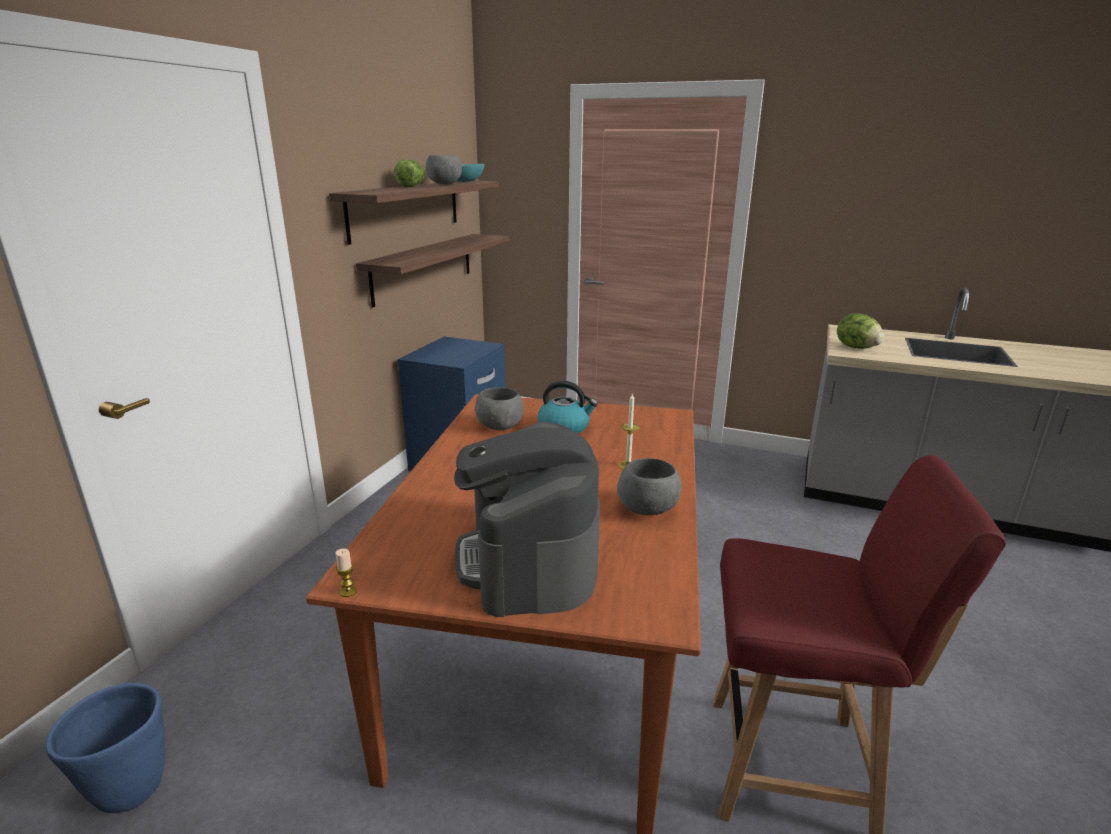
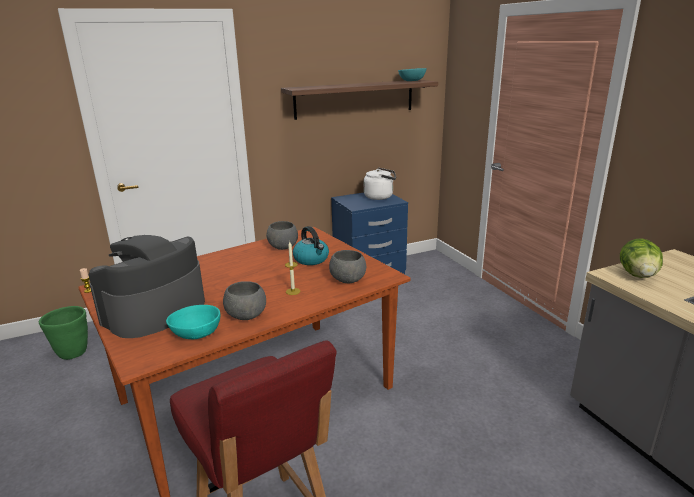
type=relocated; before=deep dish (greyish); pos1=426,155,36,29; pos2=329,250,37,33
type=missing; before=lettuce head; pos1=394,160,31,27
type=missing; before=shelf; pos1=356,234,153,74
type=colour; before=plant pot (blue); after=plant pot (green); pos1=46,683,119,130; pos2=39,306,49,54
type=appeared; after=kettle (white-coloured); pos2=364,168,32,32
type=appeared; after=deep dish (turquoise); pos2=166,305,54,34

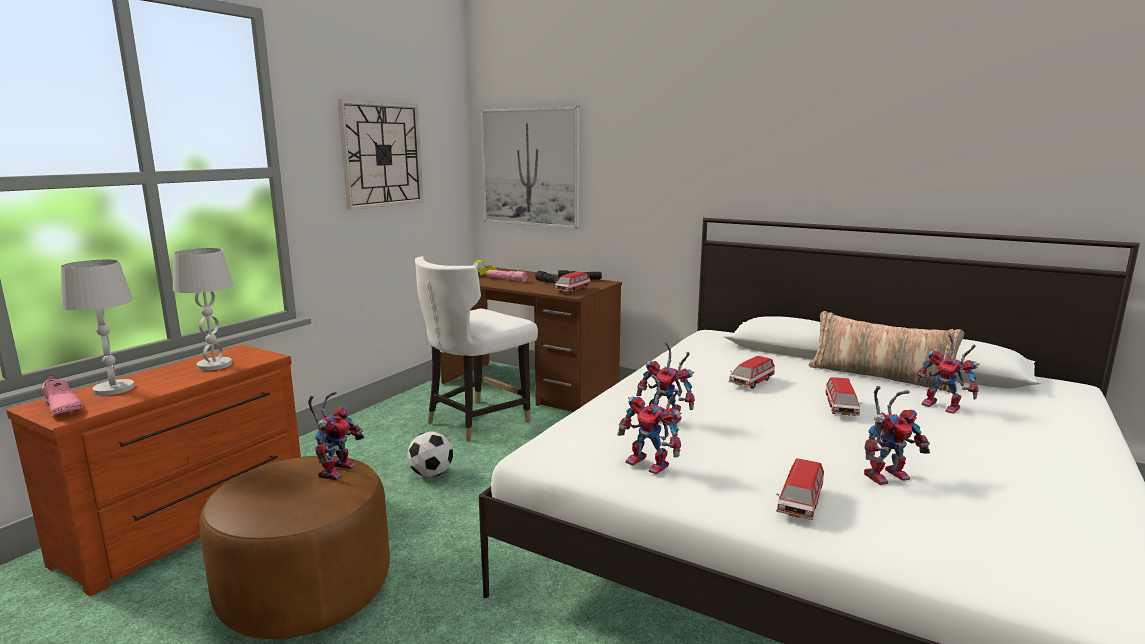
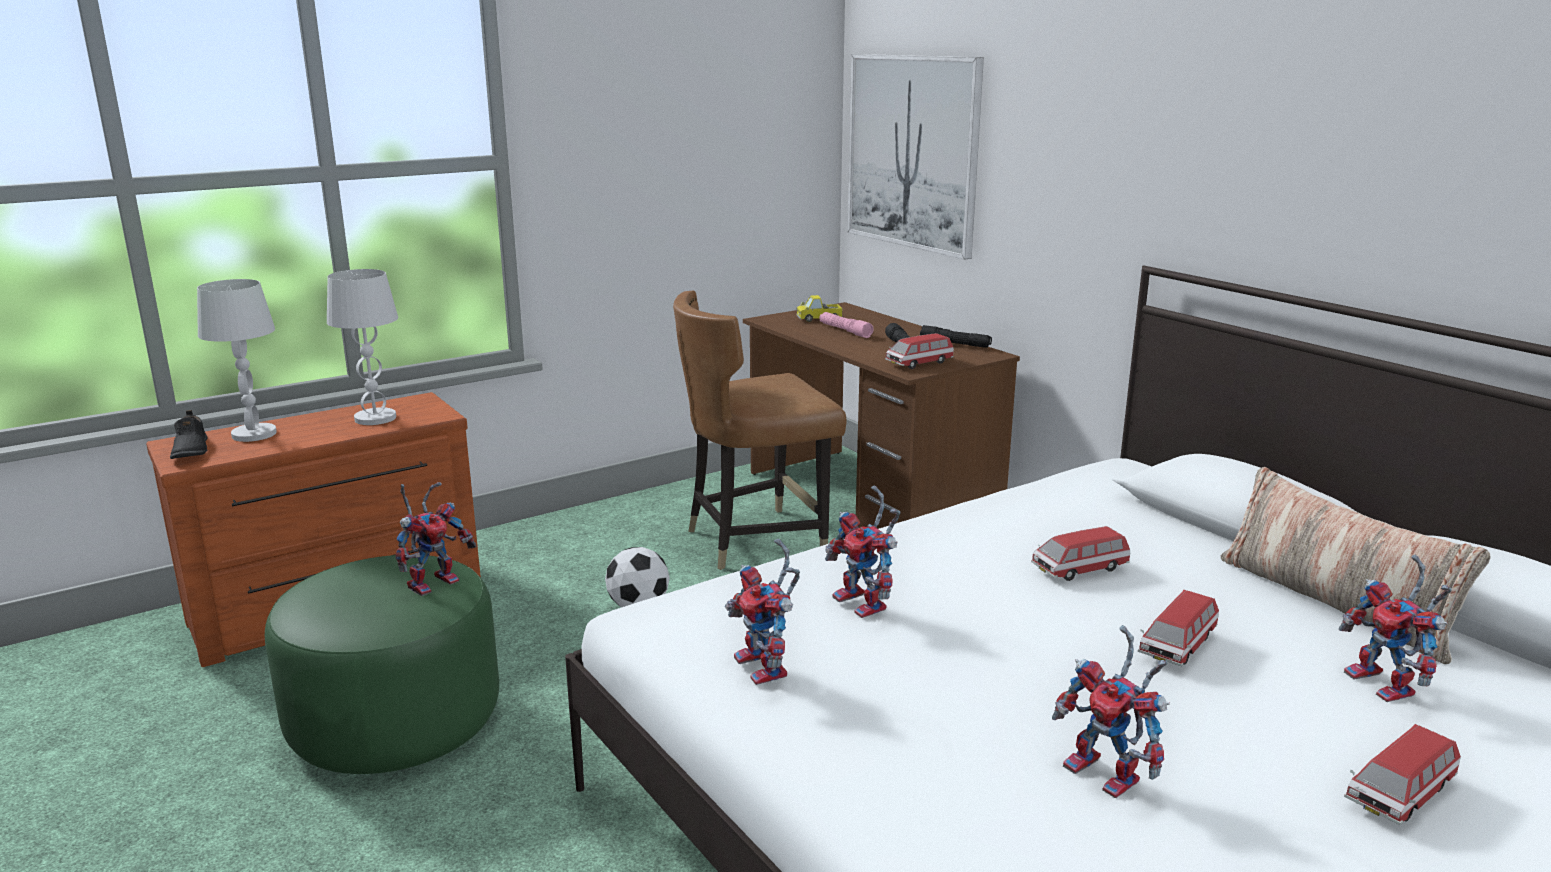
type=missing; before=clock on the wall; pos1=338,99,86,111
type=colour; before=upright chair (white-coloured); after=upright chair (brown); pos1=415,256,123,186; pos2=673,290,173,280
type=colour; before=item of footwear (pink-coloured); after=item of footwear (blackish); pos1=42,375,41,40; pos2=170,410,38,49
type=spun; before=model robot; pos1=864,386,66,99; pos2=1052,625,118,173; turn=45
type=colour; before=pouffe (brown); after=pouffe (green); pos1=199,456,191,183; pos2=265,555,234,219
type=relocated; before=miniature car; pos1=776,458,48,62; pos2=1344,724,117,101

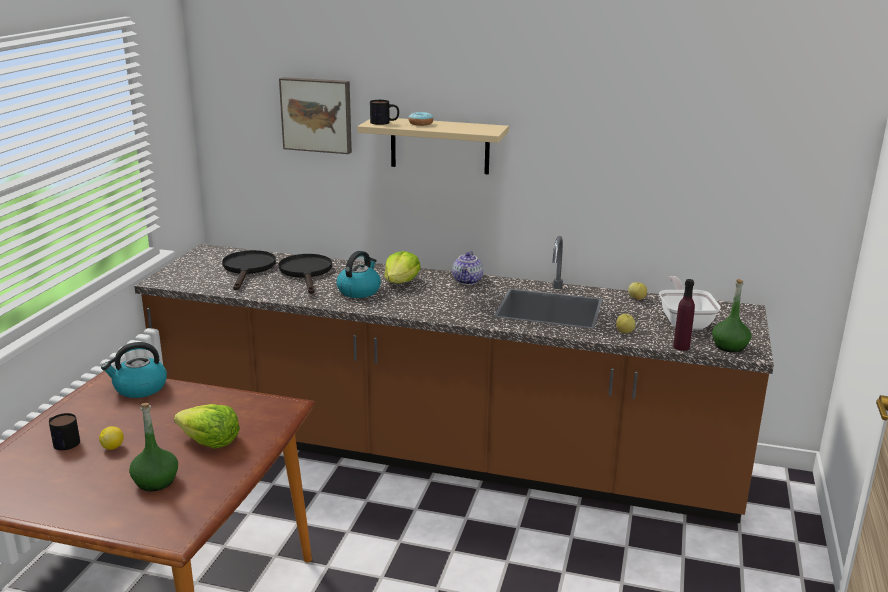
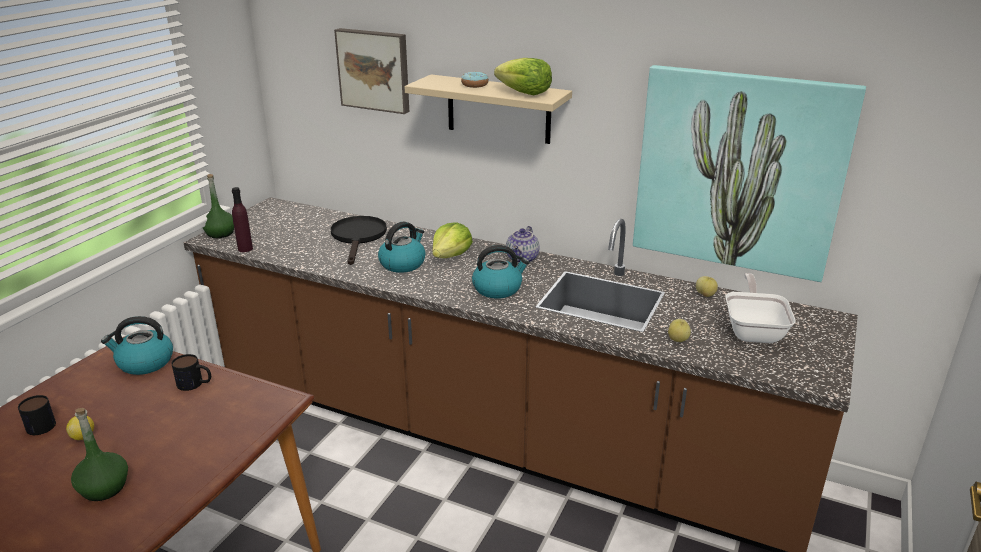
type=relocated; before=tea mug; pos1=370,100,29,25; pos2=171,354,40,37
type=missing; before=frying pan (blackish); pos1=222,250,54,40
type=relocated; before=drink bottle (purplish); pos1=673,279,22,72; pos2=232,187,21,65
type=relocated; before=drink bottle (green); pos1=712,279,39,73; pos2=203,174,31,64
type=relocated; before=lettuce head; pos1=174,404,66,45; pos2=494,58,58,37
type=appeared; after=wall picture; pos2=633,65,233,217
type=appeared; after=kettle; pos2=472,245,57,54

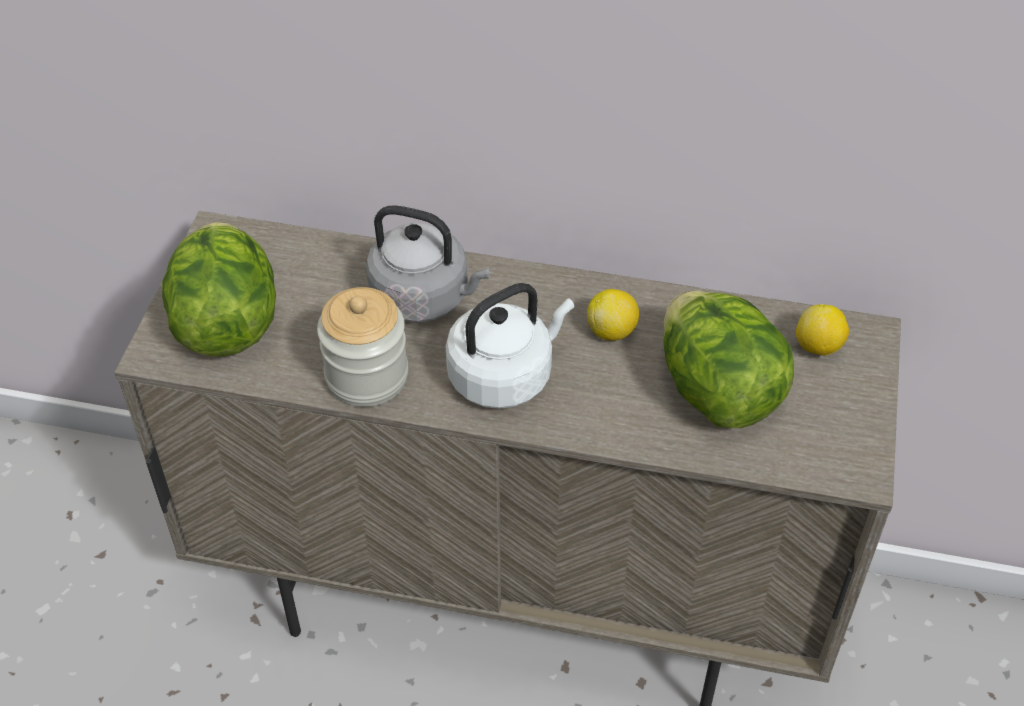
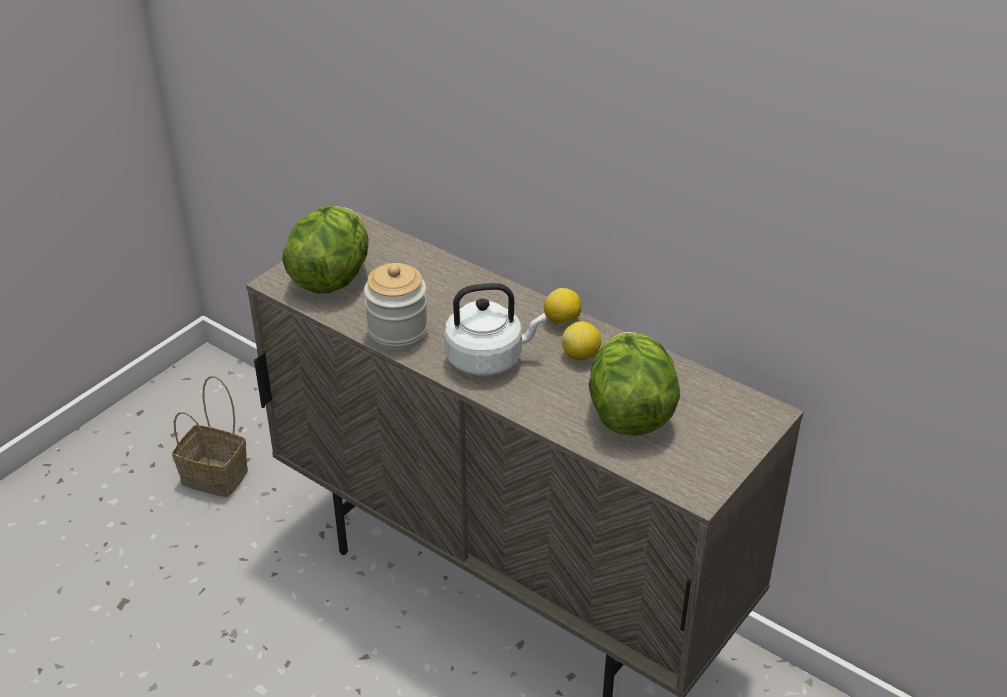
type=missing; before=kettle (greyish); pos1=366,206,124,117
type=relocated; before=lemon; pos1=796,304,53,52; pos2=544,288,37,37
type=appeared; after=storage basket; pos2=172,376,76,121

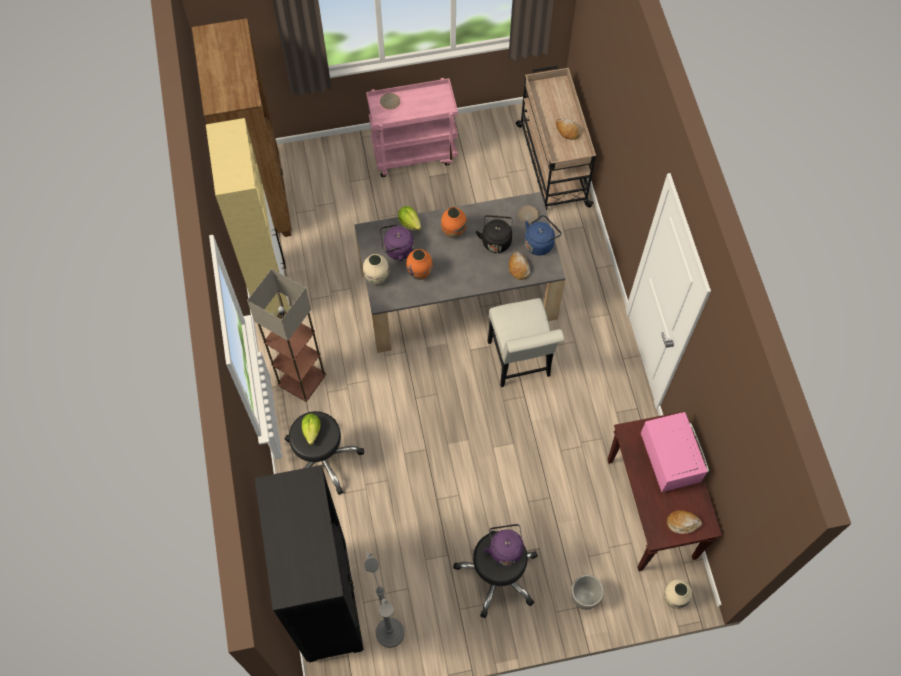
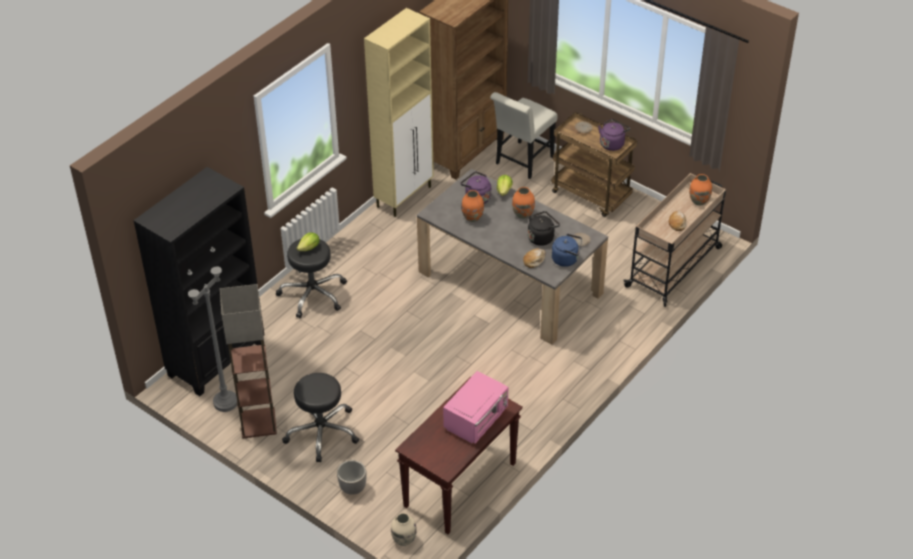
type=colour; before=cart (pink-coloured); after=cart (brown); pos1=366,78,92,99; pos2=551,112,86,105
type=missing; before=flower vase (beige); pos1=363,254,26,31
type=relocated; before=floor lamp; pos1=247,269,79,133; pos2=220,284,57,154
type=relocated; before=upright chair (white-coloured); pos1=488,298,76,89; pos2=490,92,68,87
type=missing; before=baked bread; pos1=667,510,35,24
type=relocated; before=kettle (purplish); pos1=483,524,41,42; pos2=598,119,32,32
type=appeared; after=flower vase (orange-coloured); pos2=689,174,23,32

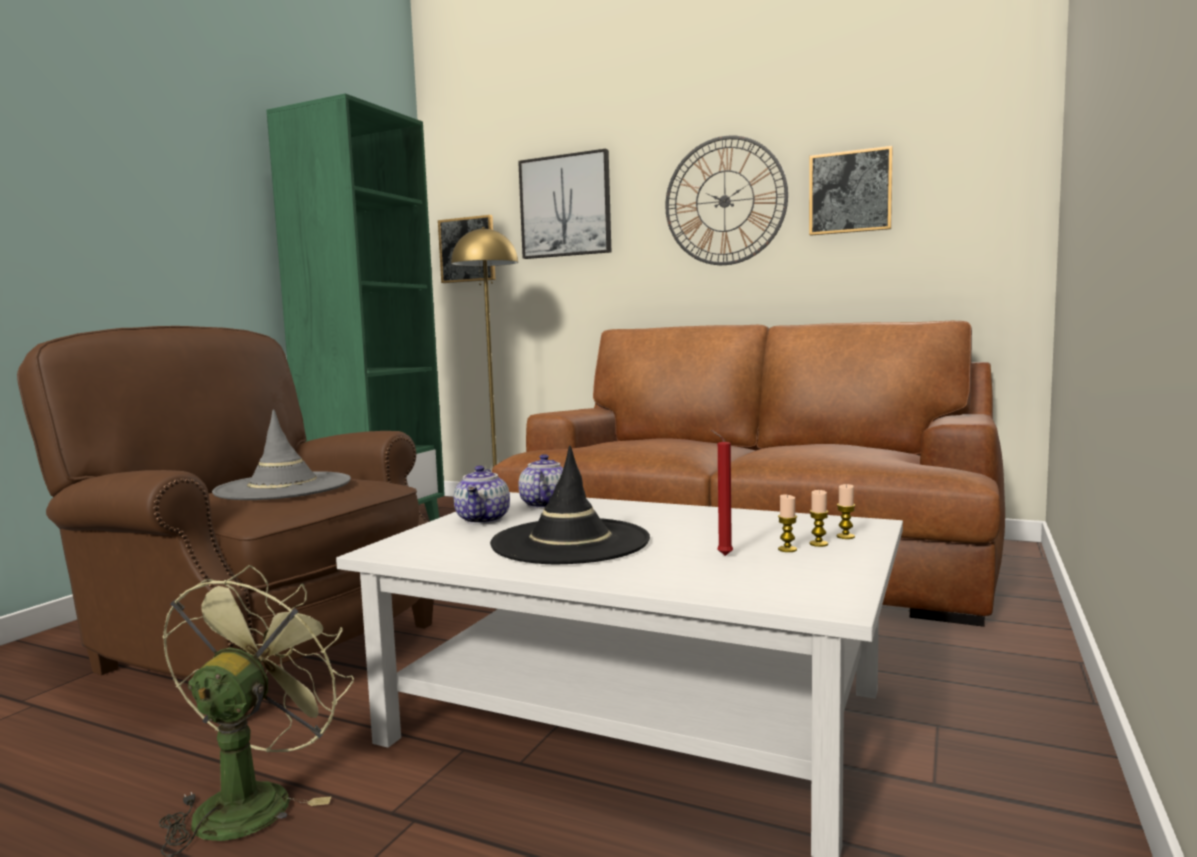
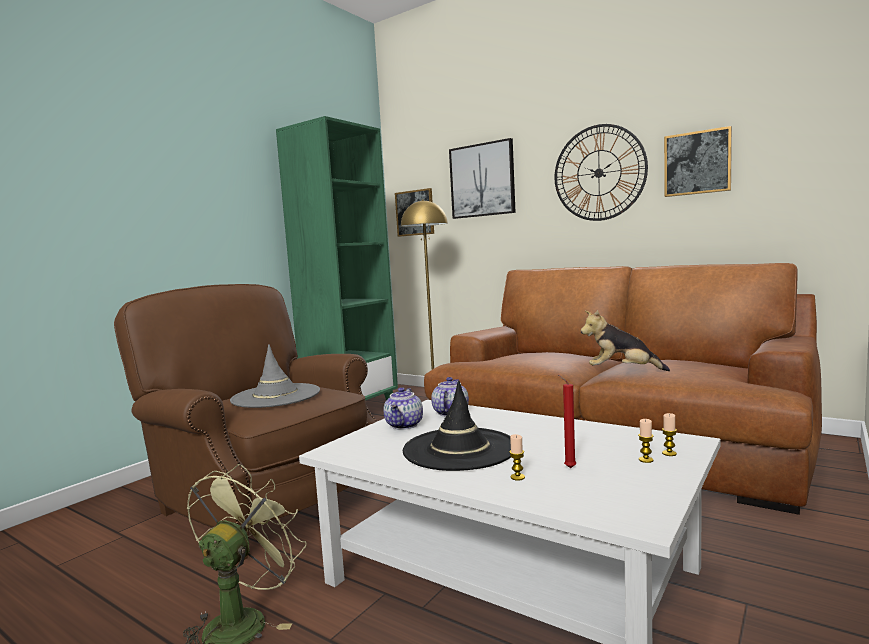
type=relocated; before=candle; pos1=778,495,19,57; pos2=509,434,16,47
type=appeared; after=plush toy; pos2=581,310,89,61

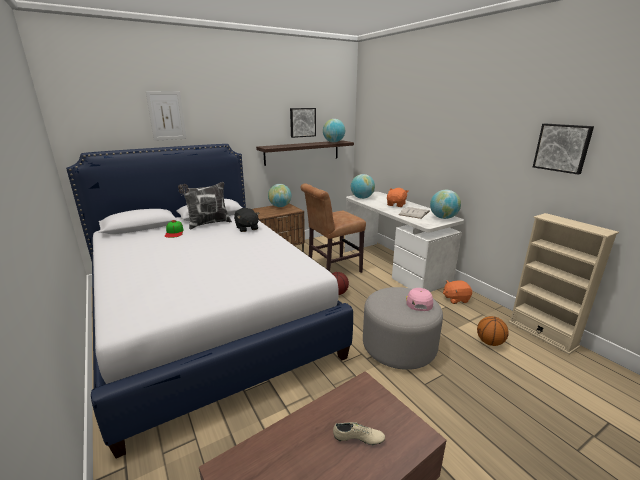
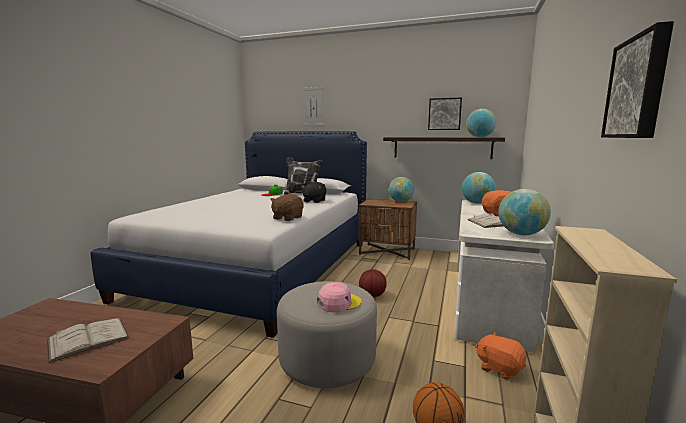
type=missing; before=upright chair (brown); pos1=300,183,66,90
type=exchanged; before=item of footwear (beige); after=book (white-coloured); pos1=333,422,52,24; pos2=47,318,82,45
type=appeared; after=plush toy (brown); pos2=270,194,34,27

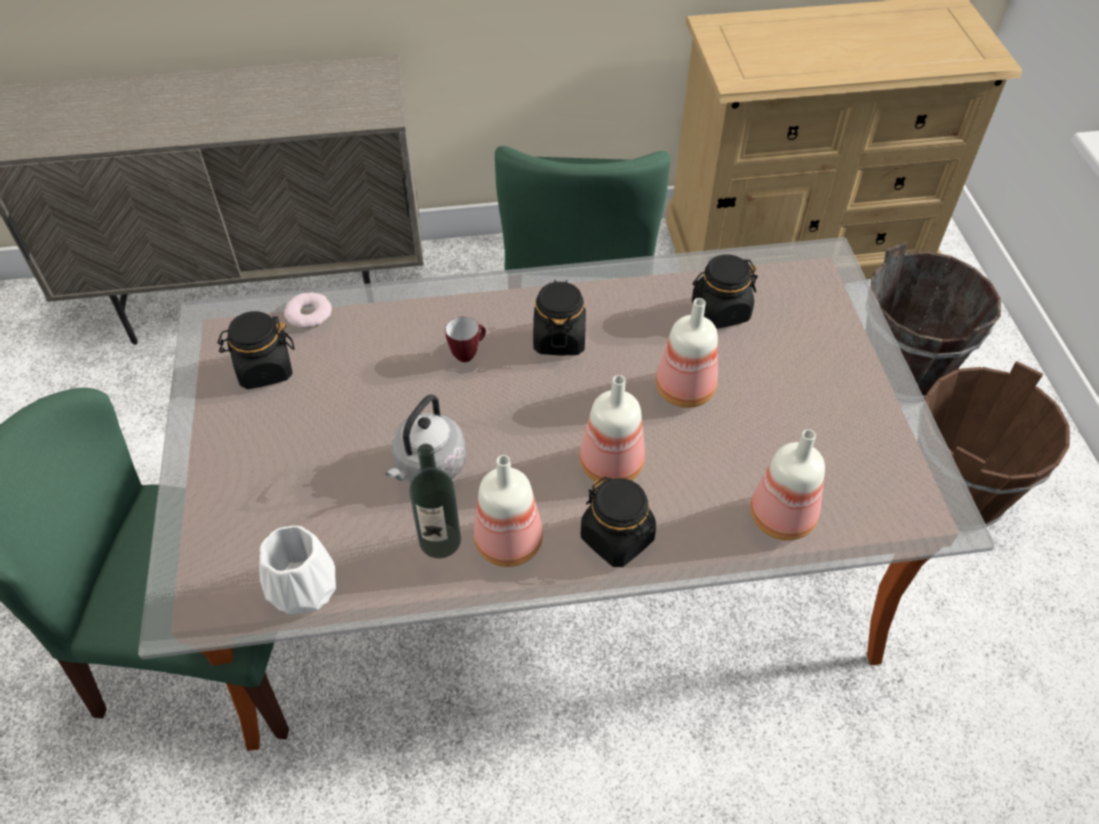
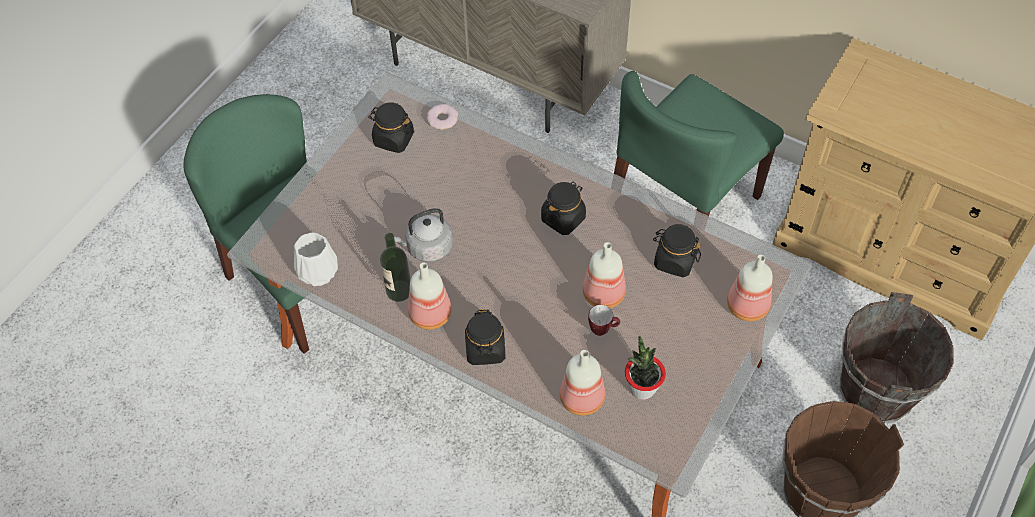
type=relocated; before=tea mug; pos1=445,316,41,46; pos2=588,305,32,31
type=relocated; before=drink bottle; pos1=580,375,65,107; pos2=727,255,46,66
type=appeared; after=potted plant; pos2=625,335,41,65

